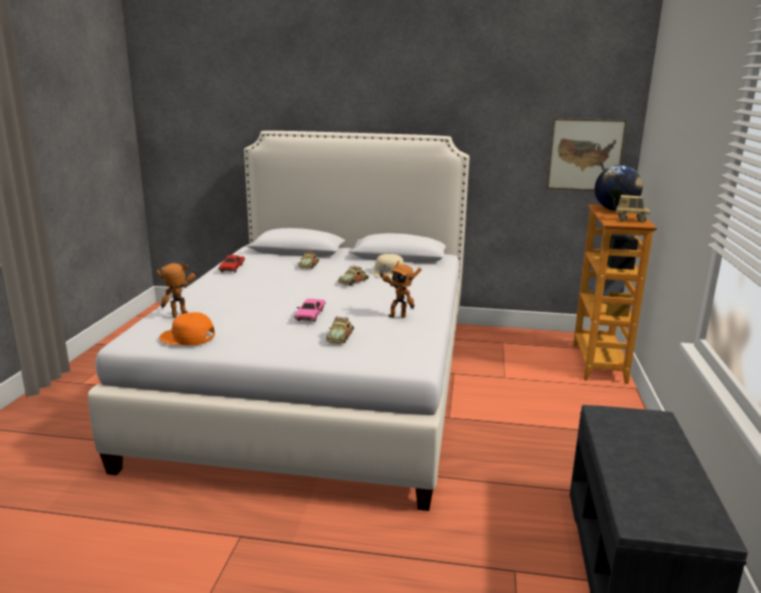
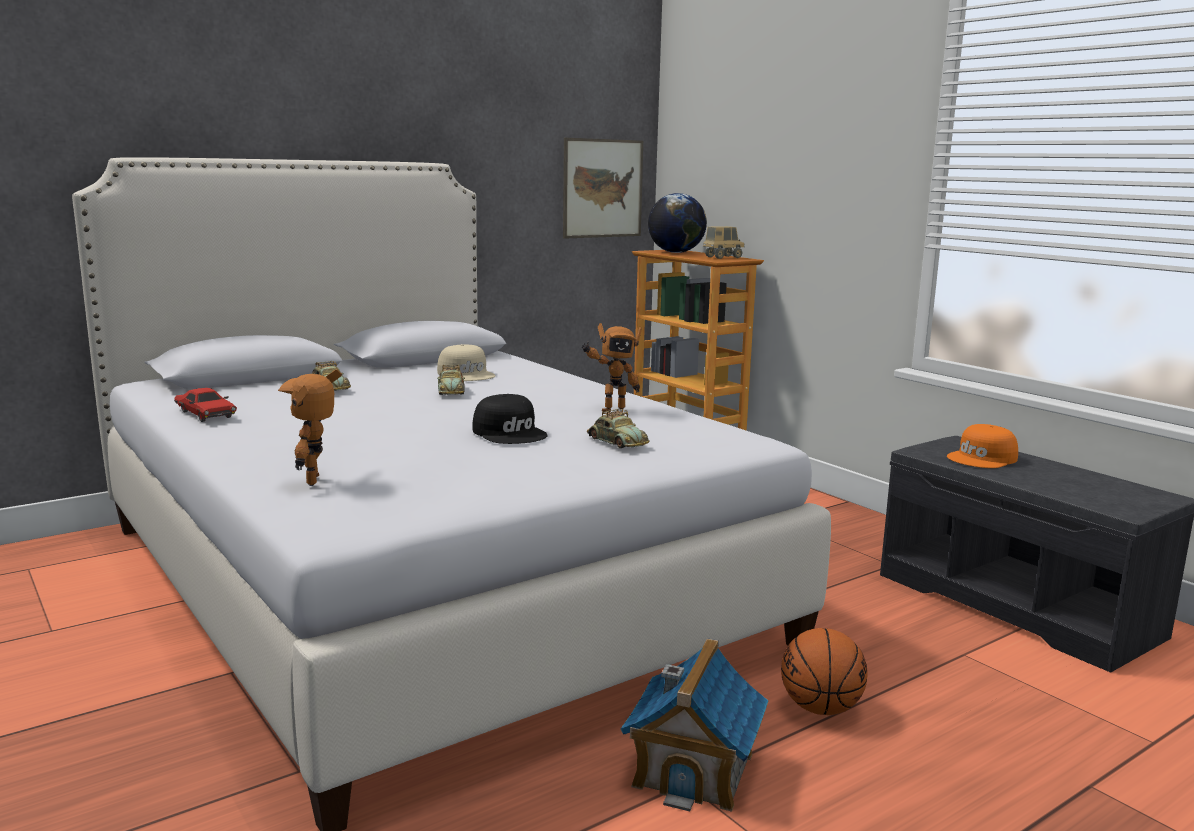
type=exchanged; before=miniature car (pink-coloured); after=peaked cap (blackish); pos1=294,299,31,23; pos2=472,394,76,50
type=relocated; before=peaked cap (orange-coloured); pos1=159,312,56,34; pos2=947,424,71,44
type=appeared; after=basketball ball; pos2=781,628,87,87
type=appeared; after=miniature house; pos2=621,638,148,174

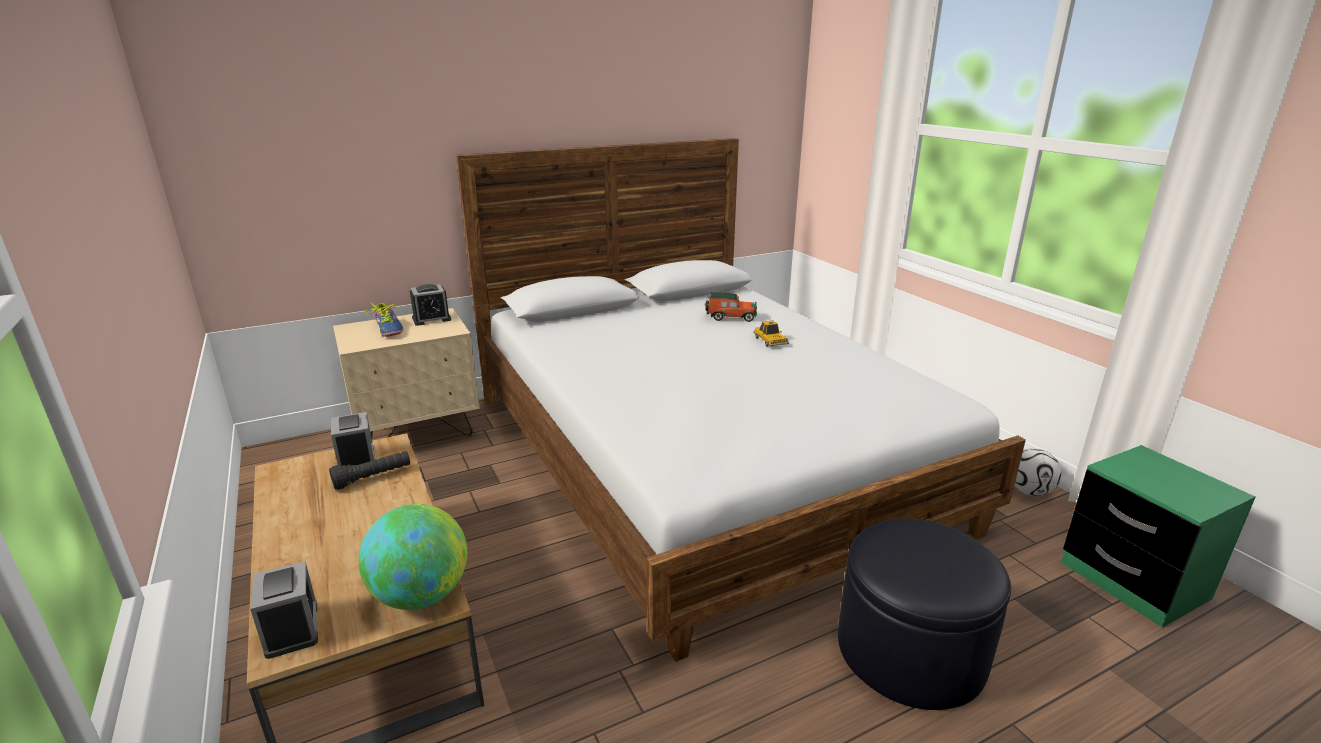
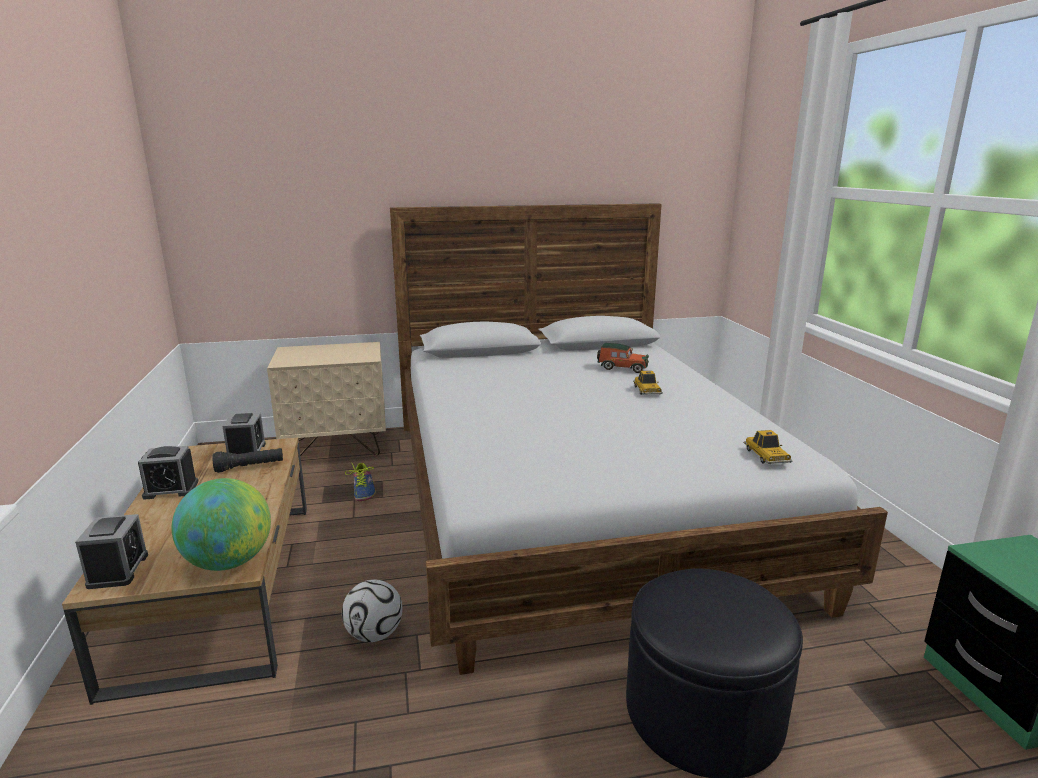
type=relocated; before=alarm clock; pos1=410,284,41,42; pos2=138,446,60,54
type=relocated; before=item of footwear; pos1=366,302,37,35; pos2=345,462,31,39
type=relocated; before=football; pos1=1014,448,48,48; pos2=342,580,60,62
type=appeared; after=miniature car; pos2=744,430,49,34

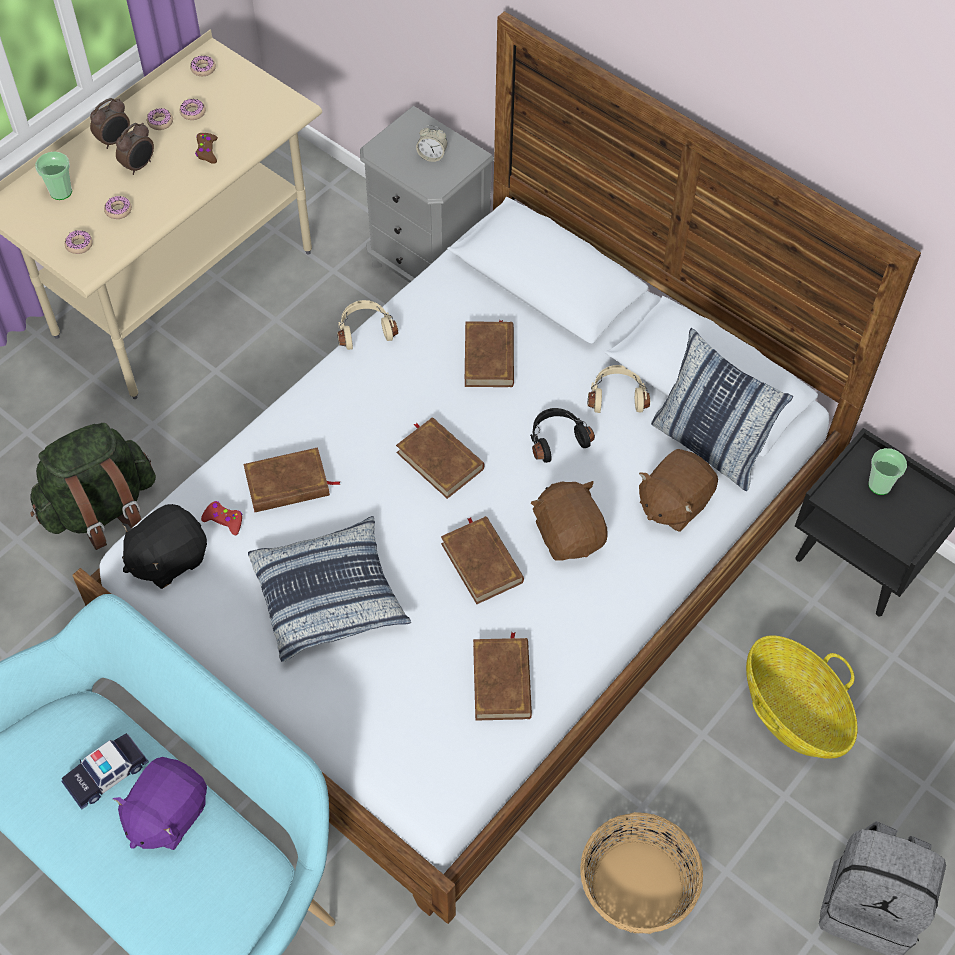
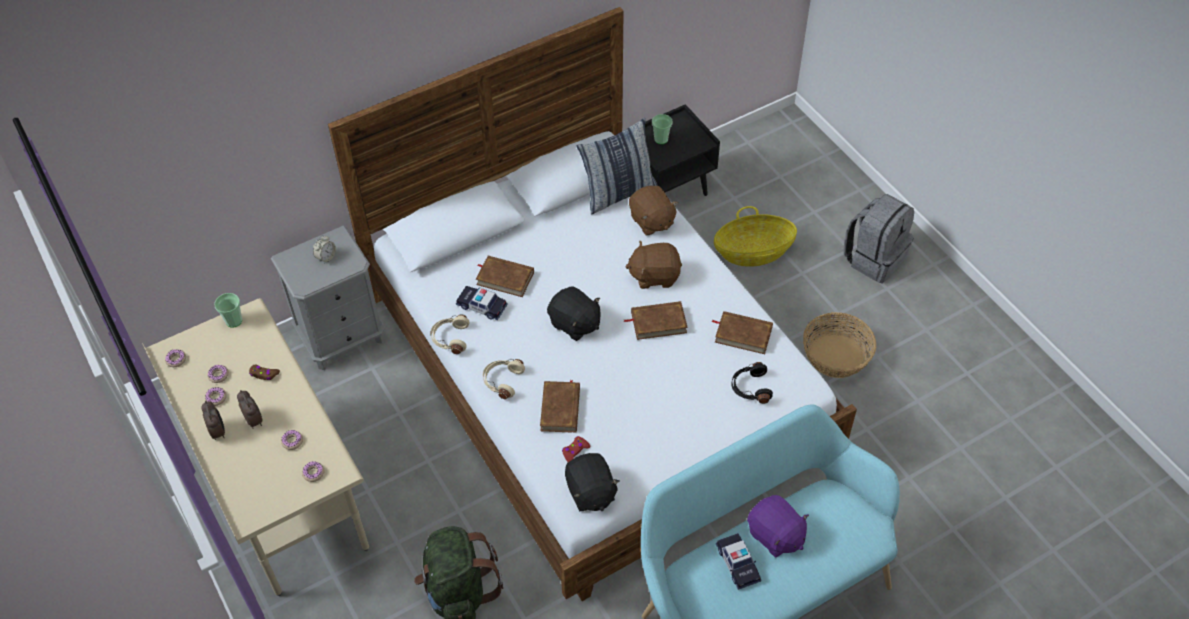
type=relocated; before=drinking cup; pos1=35,151,37,49; pos2=214,293,28,35
type=relocated; before=headphones (beige); pos1=588,365,62,48; pos2=483,359,42,40
type=relocated; before=headphones (blackish); pos1=530,408,65,55; pos2=732,362,41,42
type=exchanged; before=book (brown); after=plush toy (blackish); pos1=396,417,88,82; pos2=547,287,53,54
type=missing; before=throw pillow; pos1=248,516,163,146
type=appeared; after=miniature car; pos2=456,286,52,34

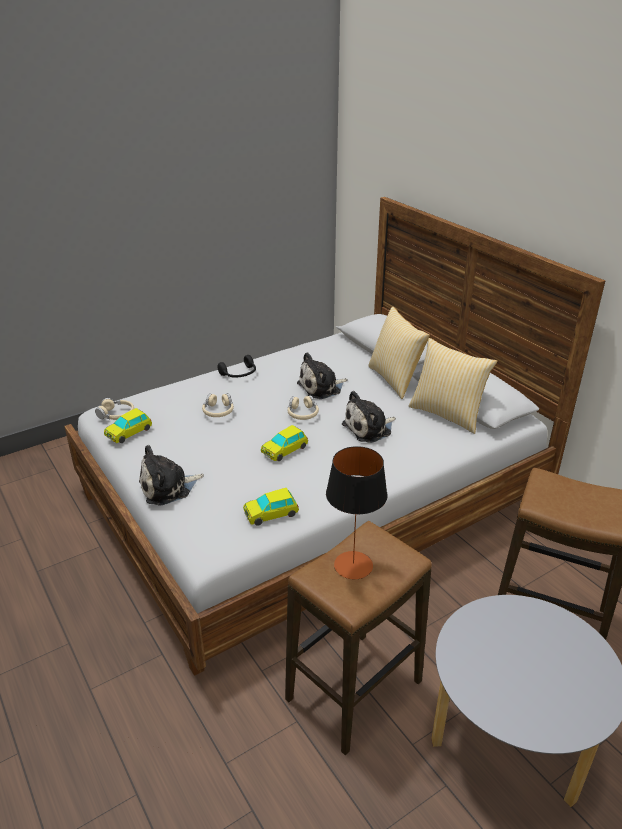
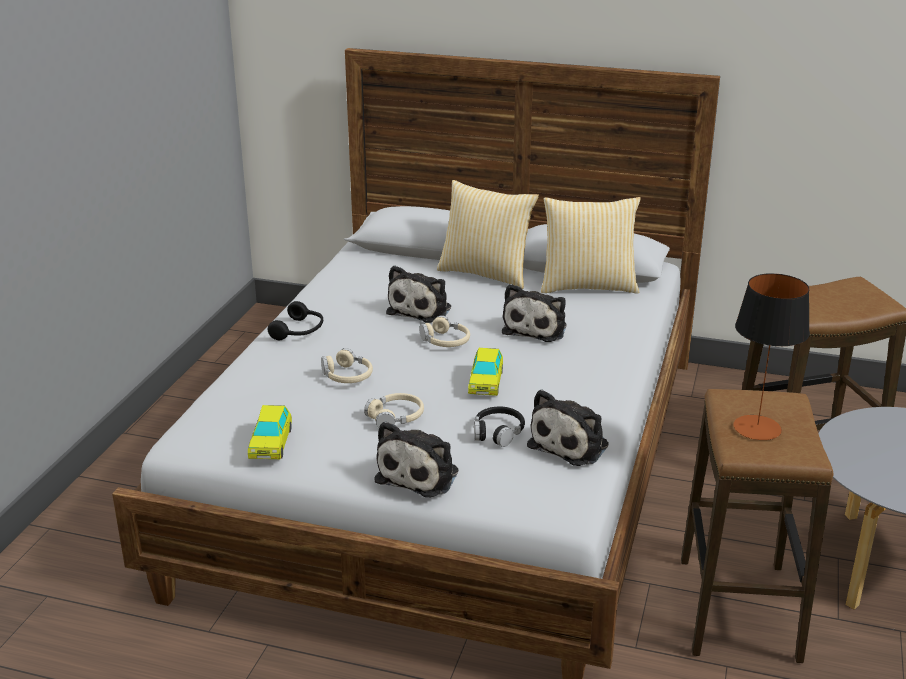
type=relocated; before=headphones (beige); pos1=95,398,39,22; pos2=364,393,60,35
type=exchanged; before=miniature car; after=plush toy; pos1=243,488,56,38; pos2=527,390,82,76
type=appeared; after=headphones (blackish); pos2=474,406,51,41

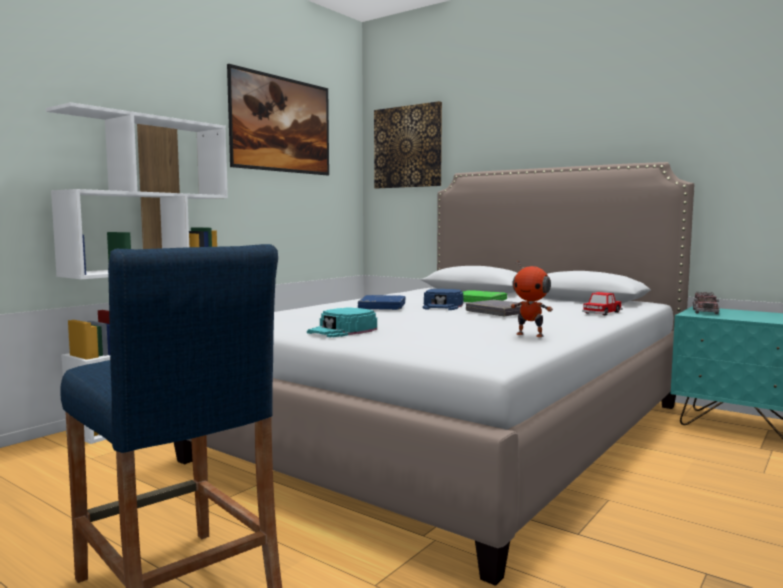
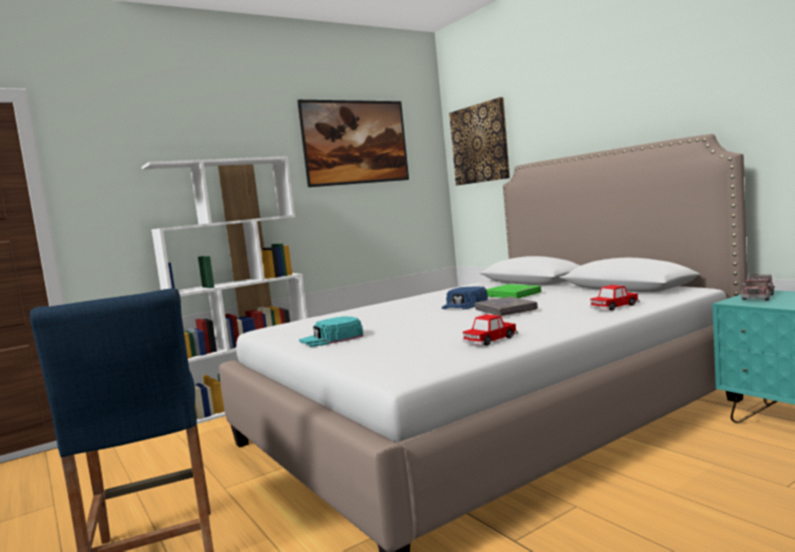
type=exchanged; before=model robot; after=miniature car; pos1=510,260,43,77; pos2=462,314,56,32
type=missing; before=book (blue); pos1=358,295,48,15

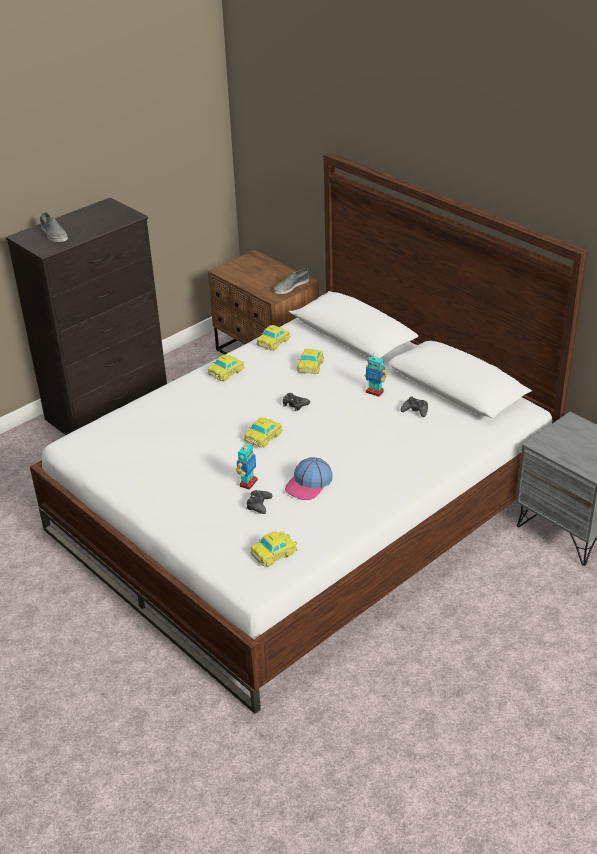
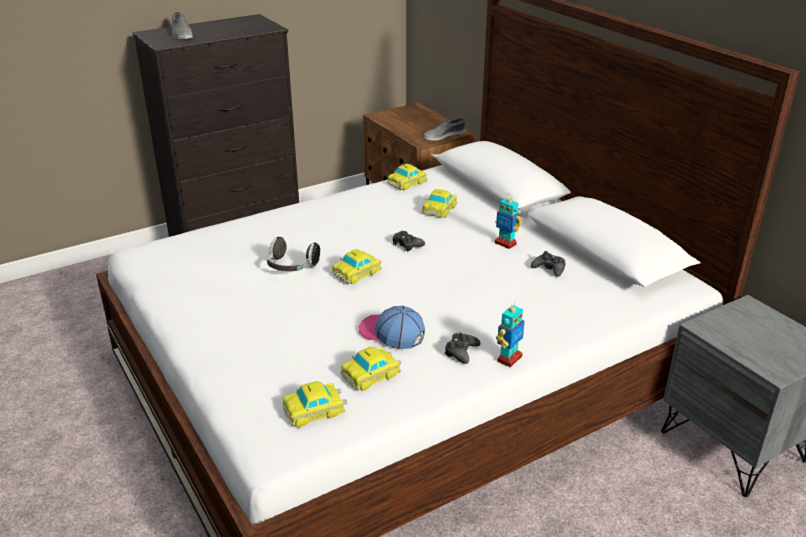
type=relocated; before=miniature car; pos1=207,354,38,27; pos2=340,347,61,44
type=relocated; before=model robot; pos1=236,444,22,46; pos2=496,301,29,66
type=spun; before=peaked cap; pos1=285,457,48,43; pos2=358,306,67,43; turn=75
type=relocated; before=gamepad (blackish); pos1=246,490,27,24; pos2=444,333,36,31
type=appeared; after=headphones; pos2=267,237,53,34

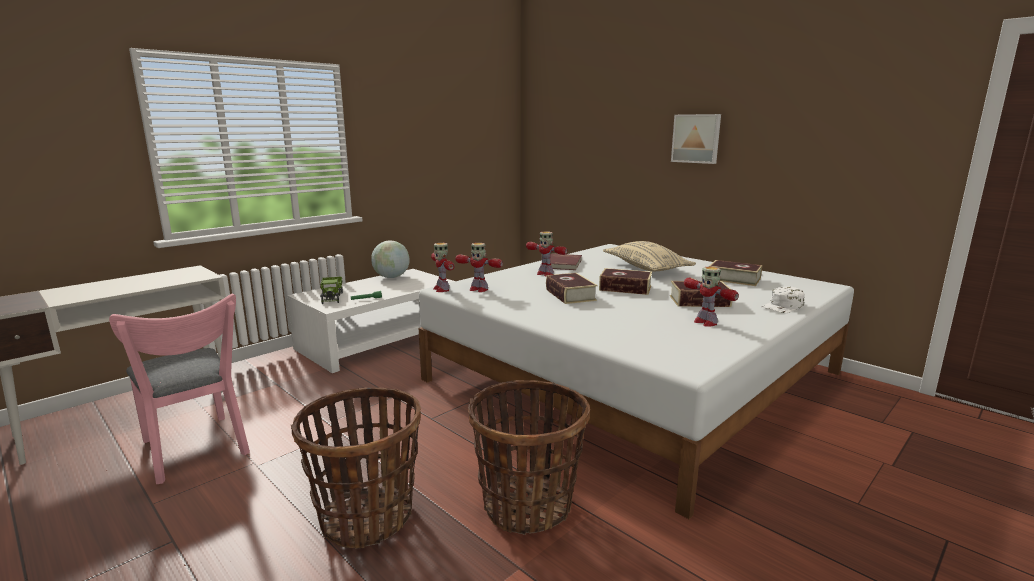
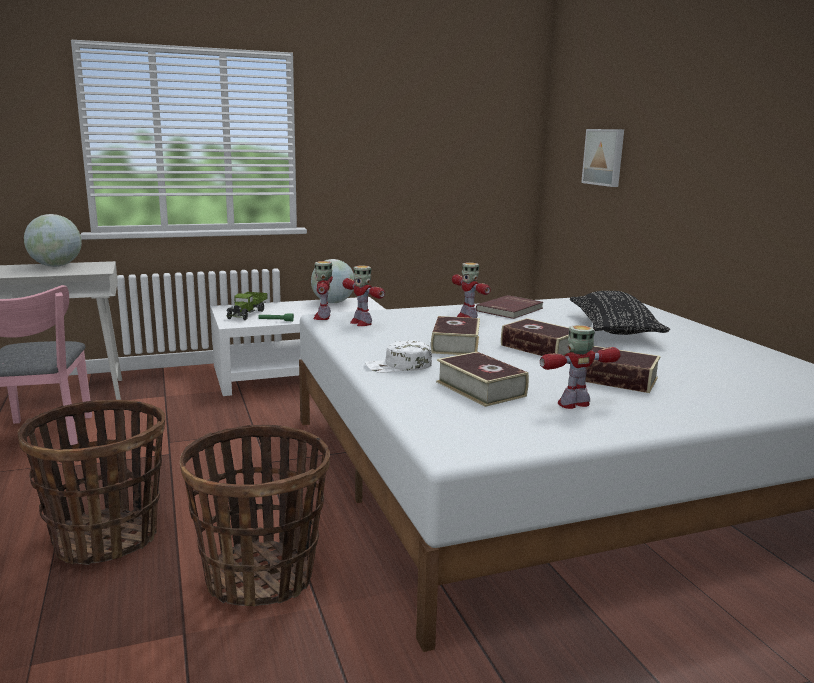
type=relocated; before=wall picture; pos1=671,114,50,50; pos2=581,129,43,58
type=colour; before=throw pillow (beige); after=throw pillow (blackish); pos1=603,241,93,30; pos2=570,291,100,44
type=relocated; before=book; pos1=709,260,53,26; pos2=436,352,93,55
type=spun; before=model robot; pos1=684,267,55,59; pos2=540,325,81,84; turn=75
type=relocated; before=peaked cap (white-coloured); pos1=761,287,44,26; pos2=365,340,67,33
type=appeared; after=globe; pos2=24,214,58,53

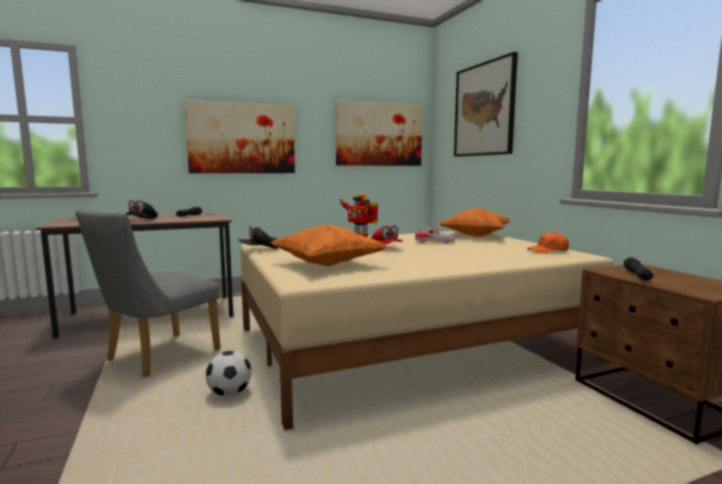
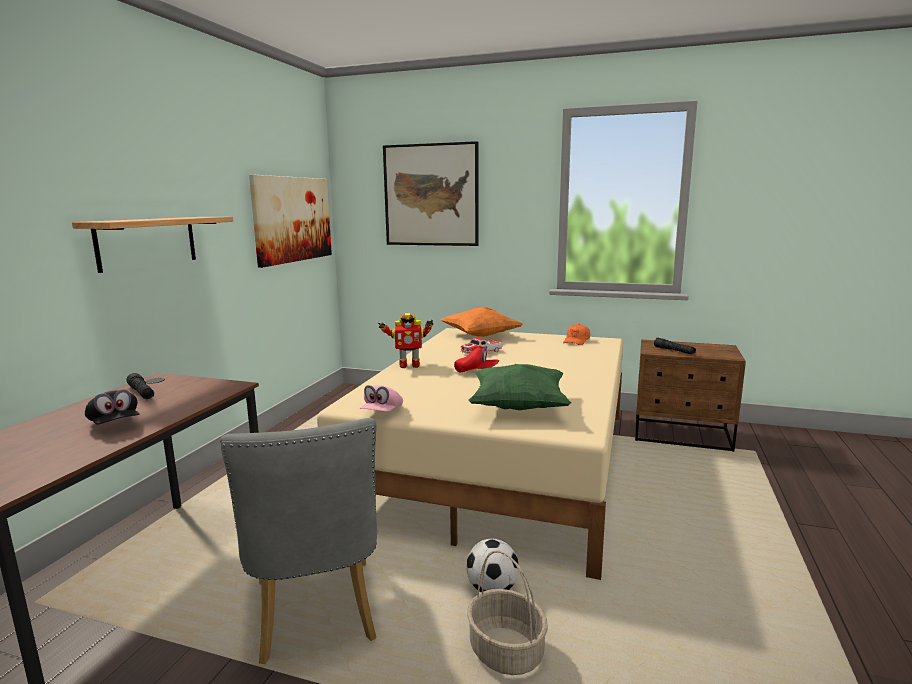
type=exchanged; before=wall picture; after=shelf; pos1=184,100,111,73; pos2=72,217,161,56
type=colour; before=peaked cap (blackish); after=peaked cap (pink-coloured); pos1=238,225,40,24; pos2=360,385,43,27
type=colour; before=throw pillow (orange-coloured); after=throw pillow (green); pos1=271,225,117,41; pos2=468,364,103,46
type=appeared; after=storage basket; pos2=467,551,81,124

